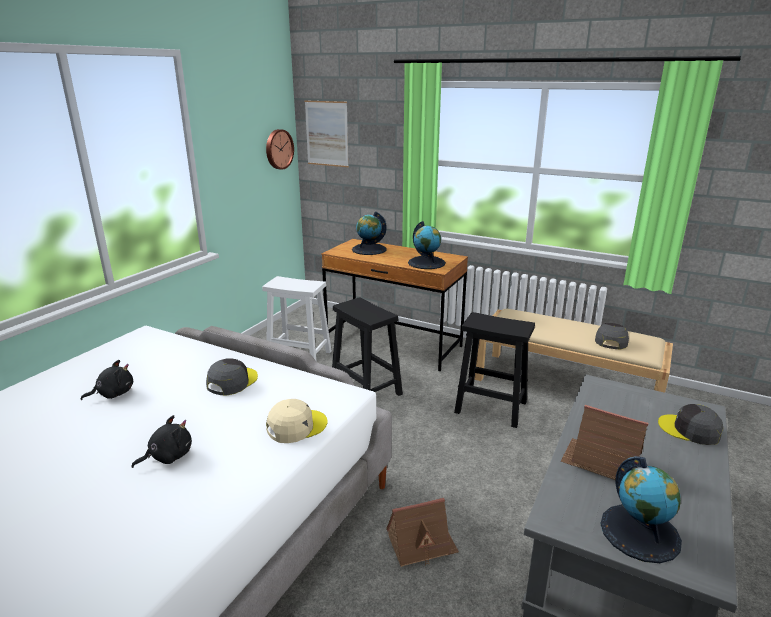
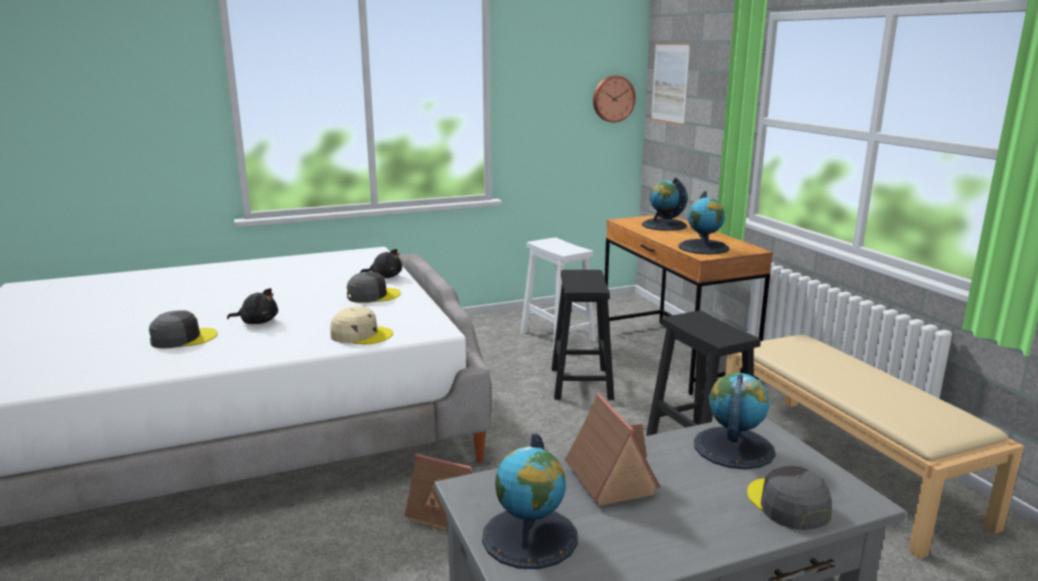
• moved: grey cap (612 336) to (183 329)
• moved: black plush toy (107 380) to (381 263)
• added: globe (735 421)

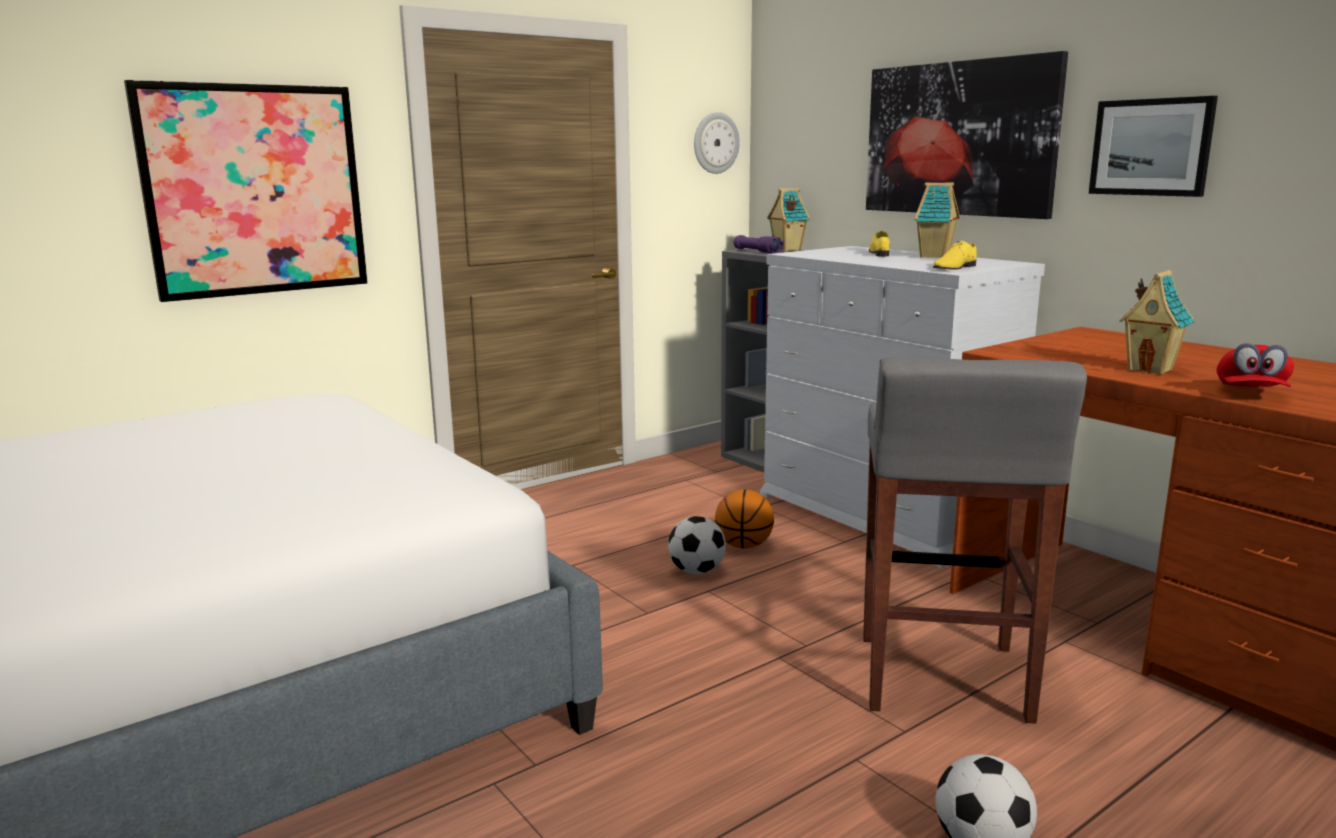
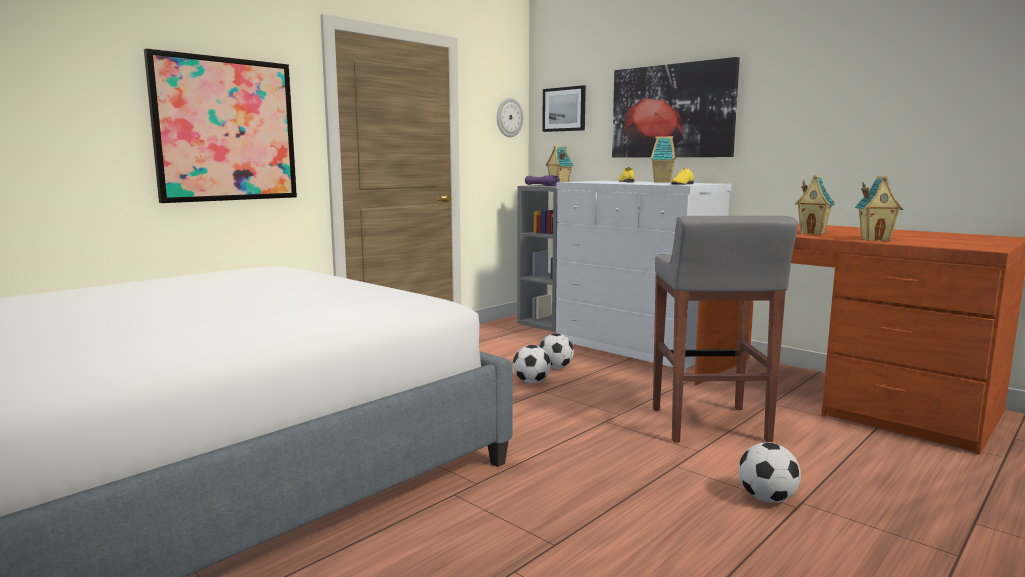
• replaced: basketball (744 519) to football (556 351)
• moved: picture (1153 146) to (564 108)
• replaced: red cap (1255 365) to toy house (879 208)

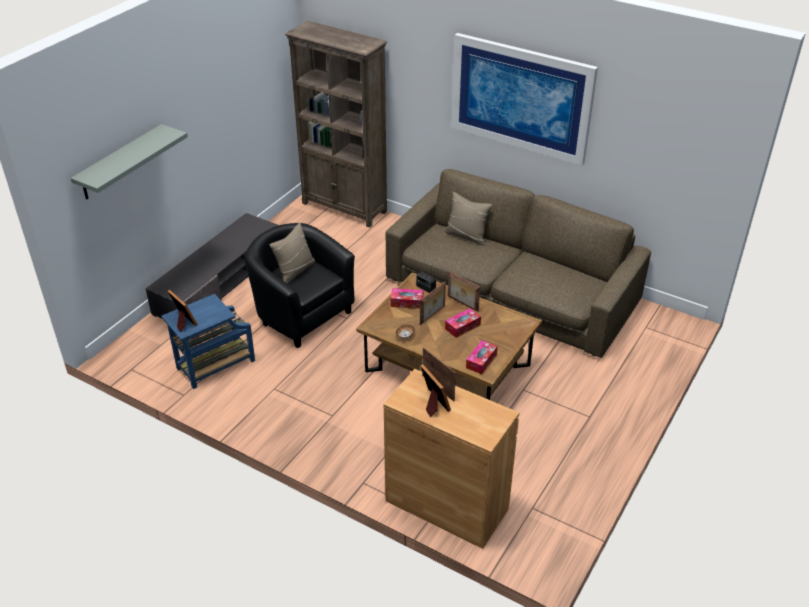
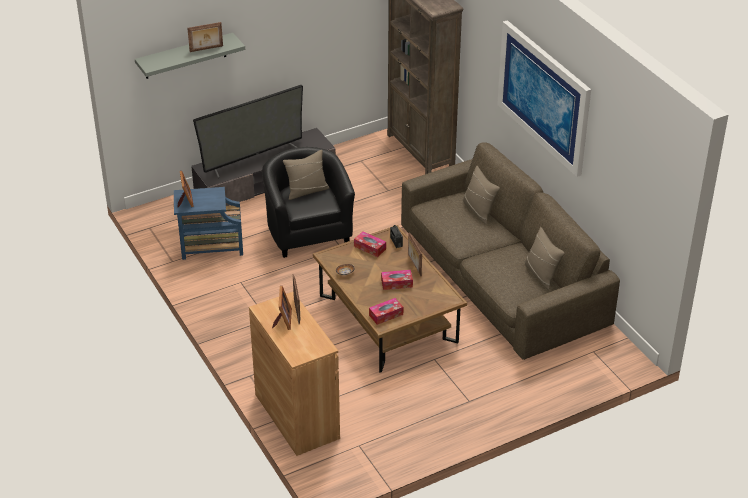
• moved: picture frame (433 303) to (205 37)
• added: television (248 131)
• added: beige pillow (544 258)

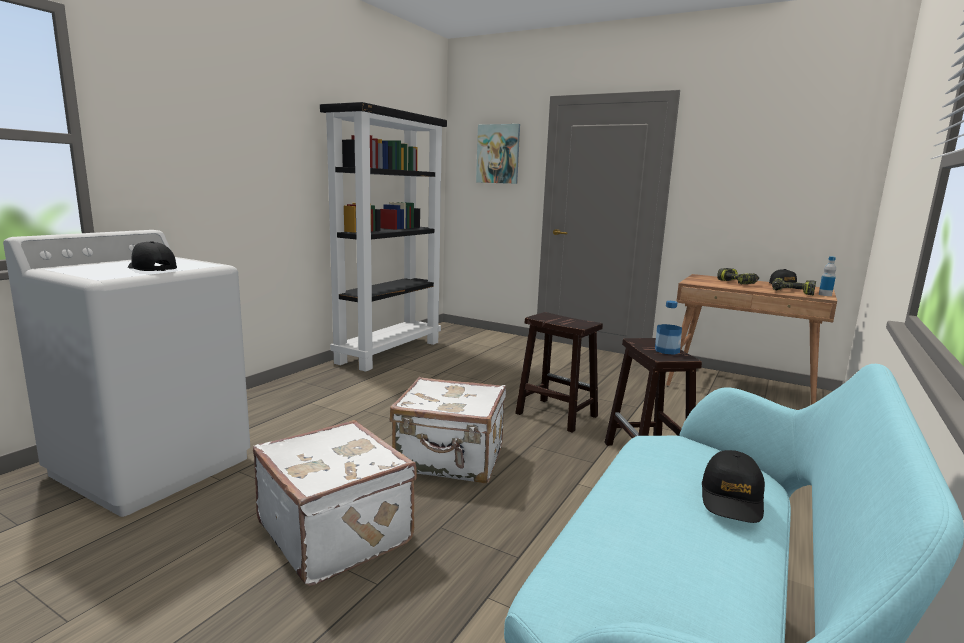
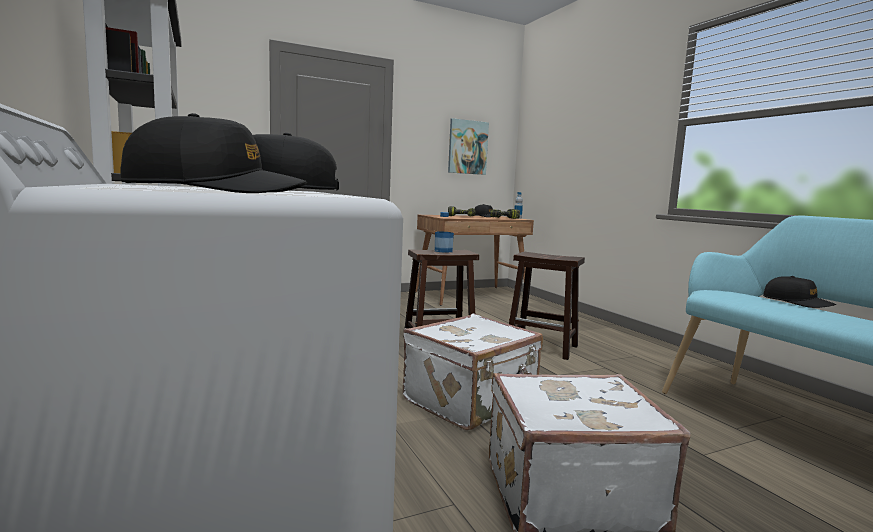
• added: black cap (213 153)
• moved: bottle (668 328) to (444 232)
• moved: picture (498 154) to (468 146)

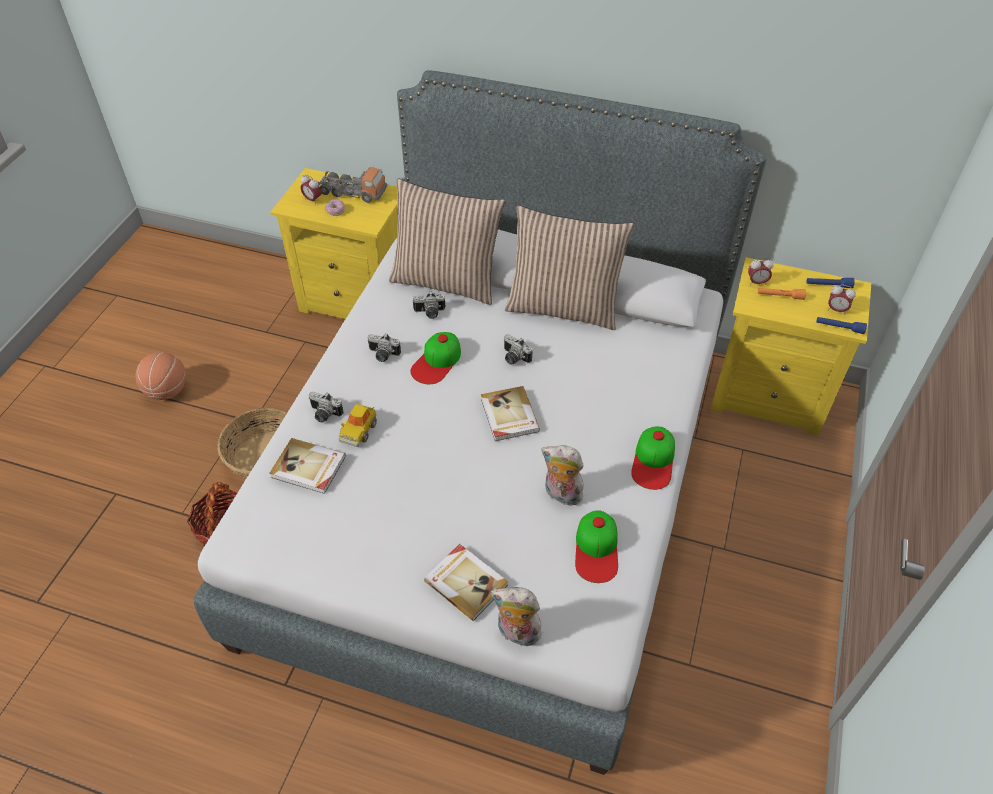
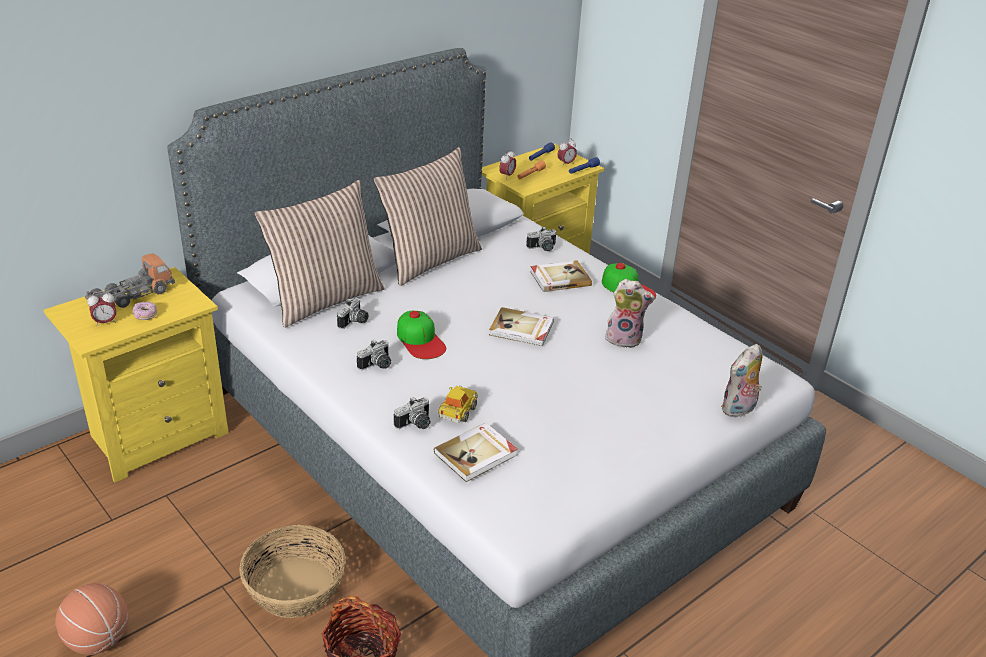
• turned: toy car (358 425) = (458 404) 120 degrees counterclockwise
• moved: photo camera (518 349) to (541 239)
• moved: book (466 582) to (561 276)
• turned: plush toy (563 475) = (630 313) 135 degrees counterclockwise
• removed: cap (596 547)

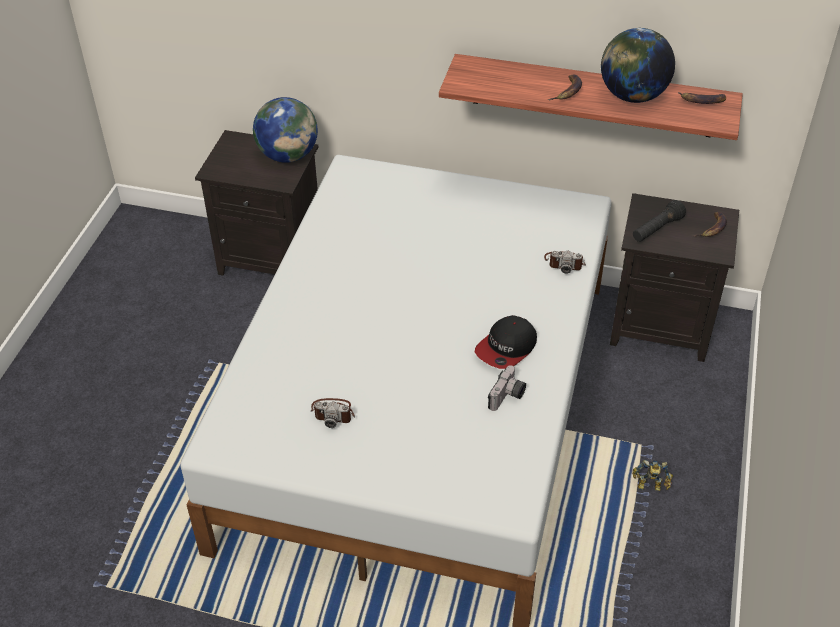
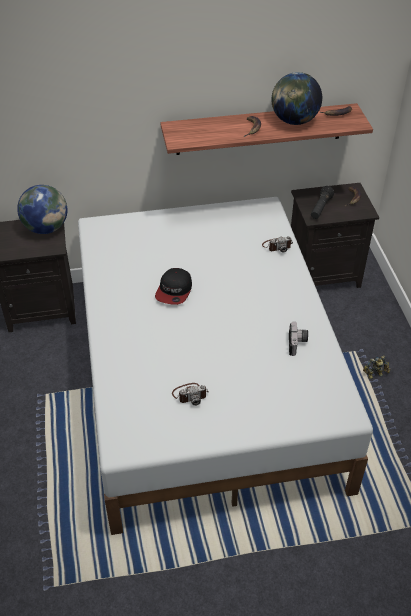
• moved: cap (506 342) to (173 286)

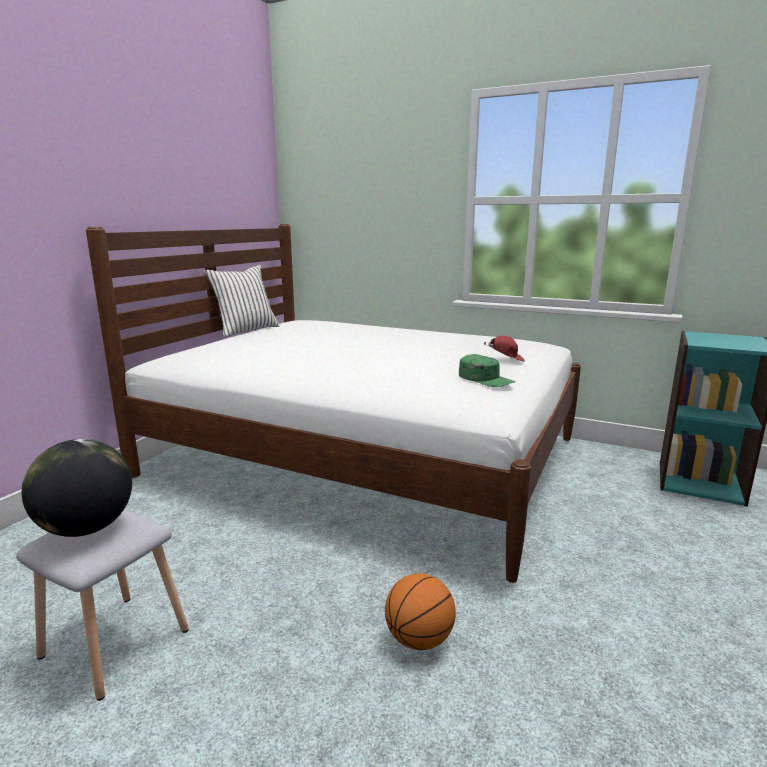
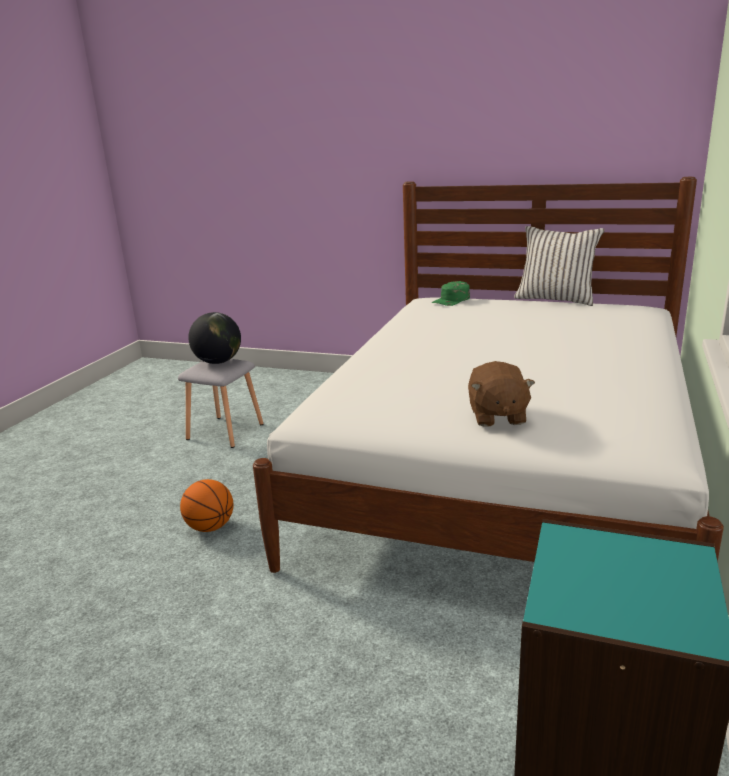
• moved: green cap (487 370) to (451 293)
• replaced: red cap (504 349) to brown plush toy (501 394)

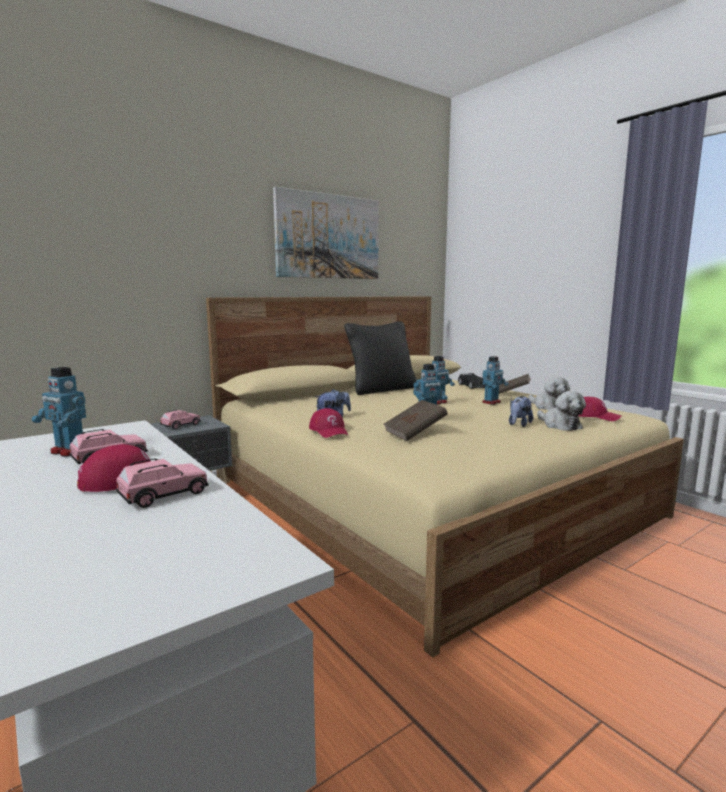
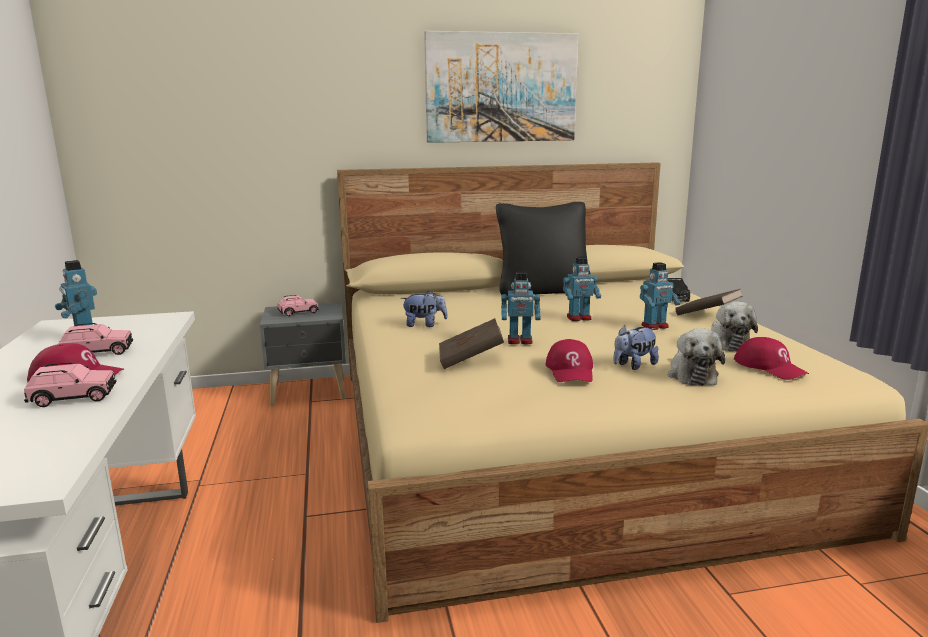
• moved: red cap (328 423) to (569 360)

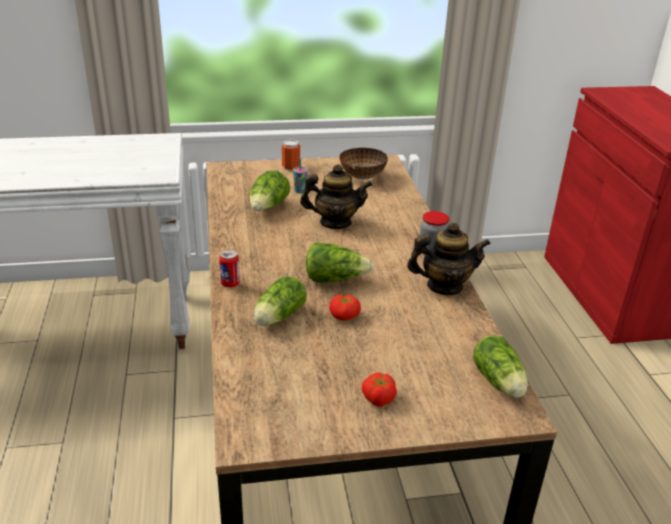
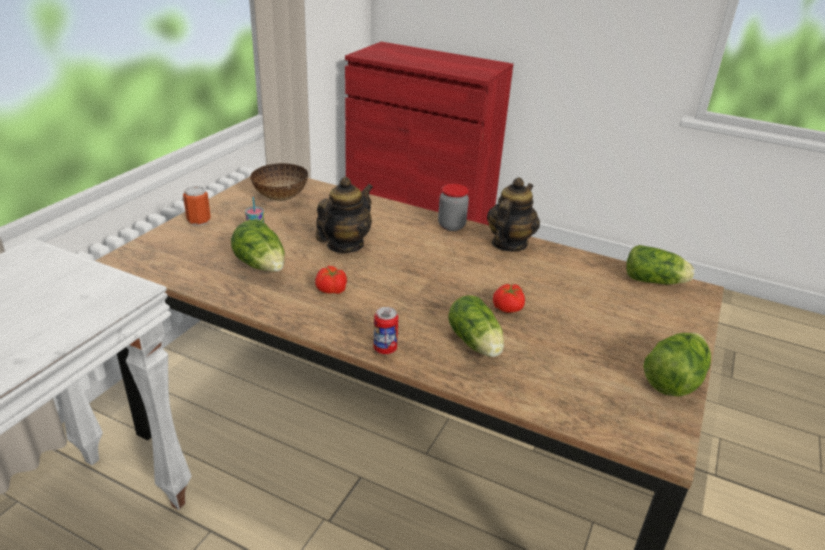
• moved: tomato (379 389) to (331 280)
• moved: lettuce (340 262) to (677 364)

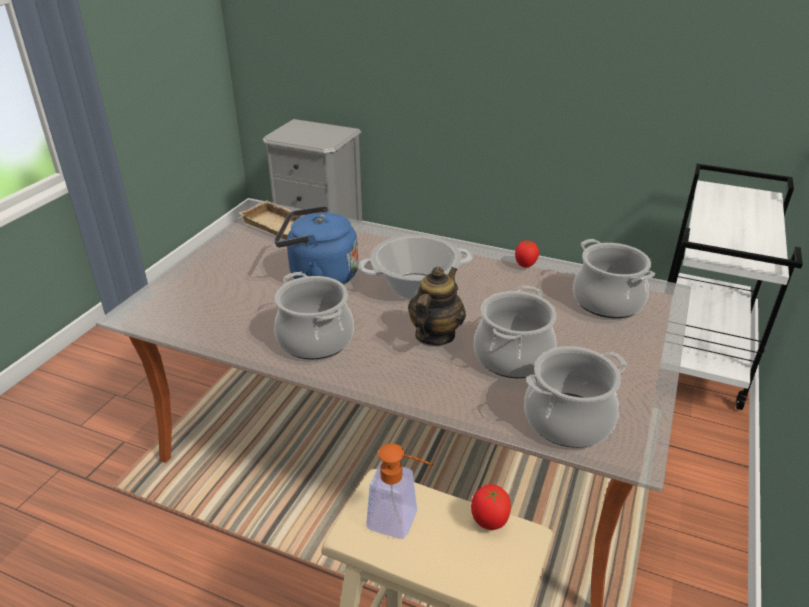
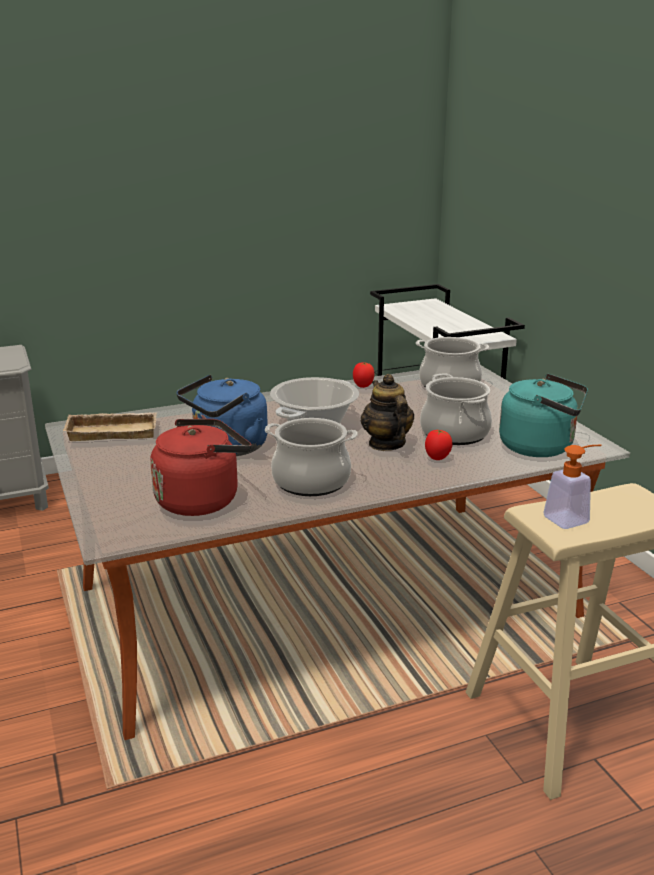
• added: red kettle (200 467)
• moved: tomato (491 507) to (439 445)
• replaced: cooking pot (575 397) to turquoise kettle (543 415)

